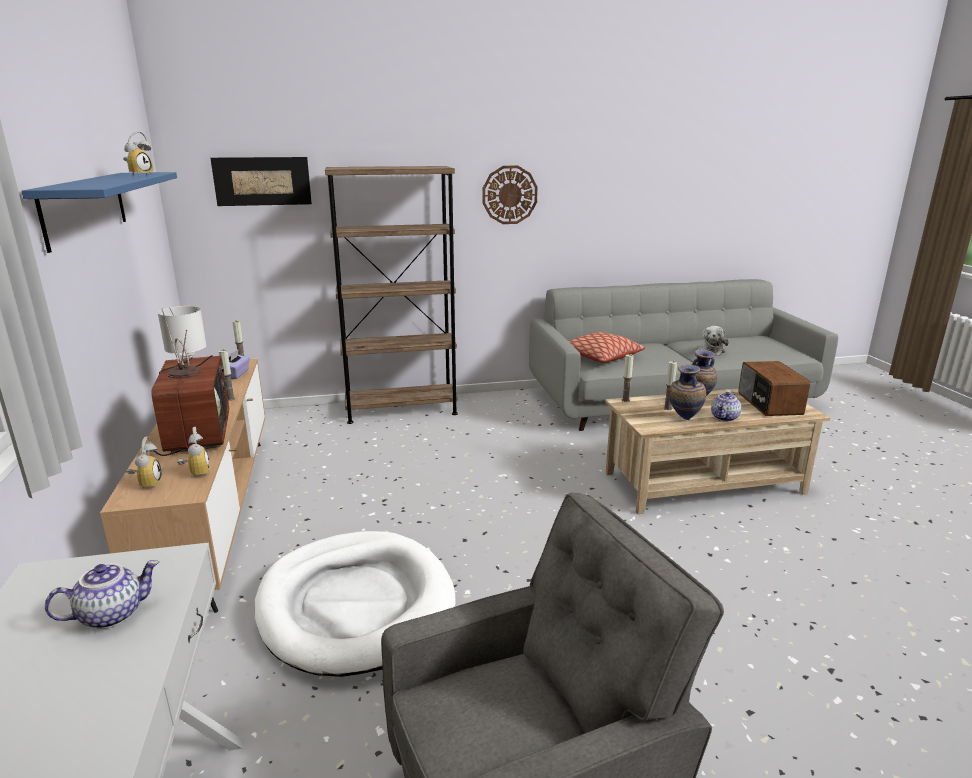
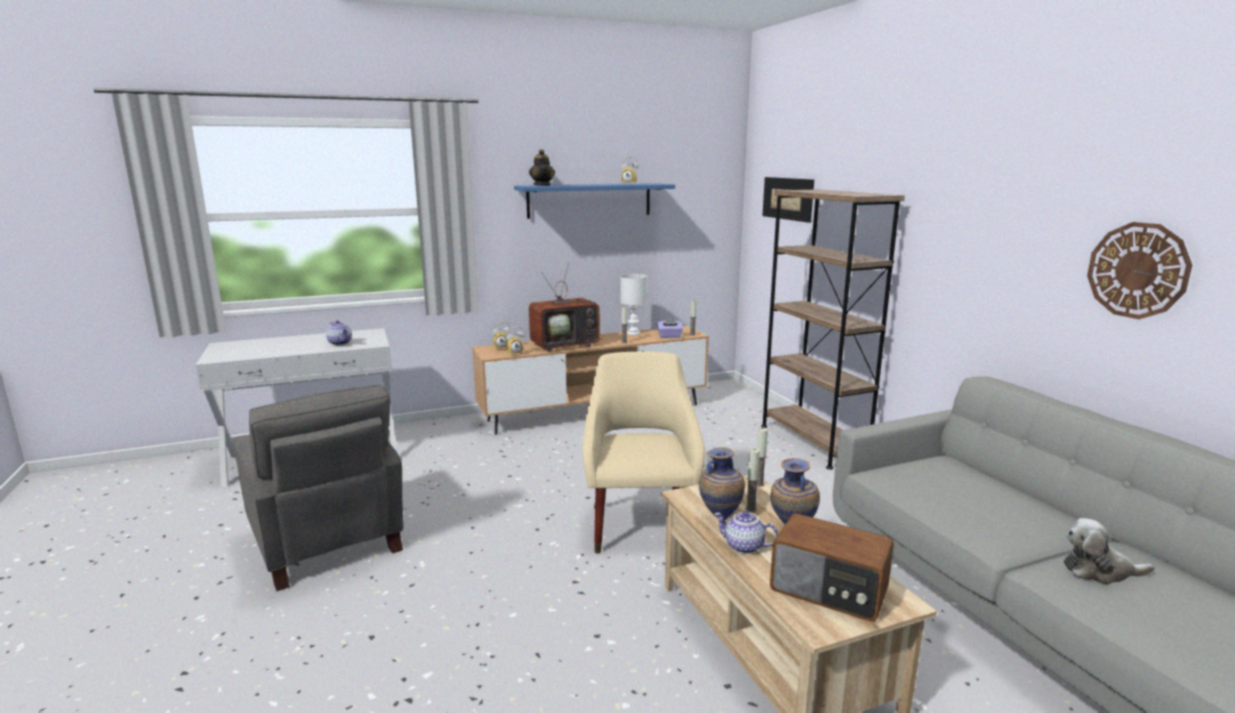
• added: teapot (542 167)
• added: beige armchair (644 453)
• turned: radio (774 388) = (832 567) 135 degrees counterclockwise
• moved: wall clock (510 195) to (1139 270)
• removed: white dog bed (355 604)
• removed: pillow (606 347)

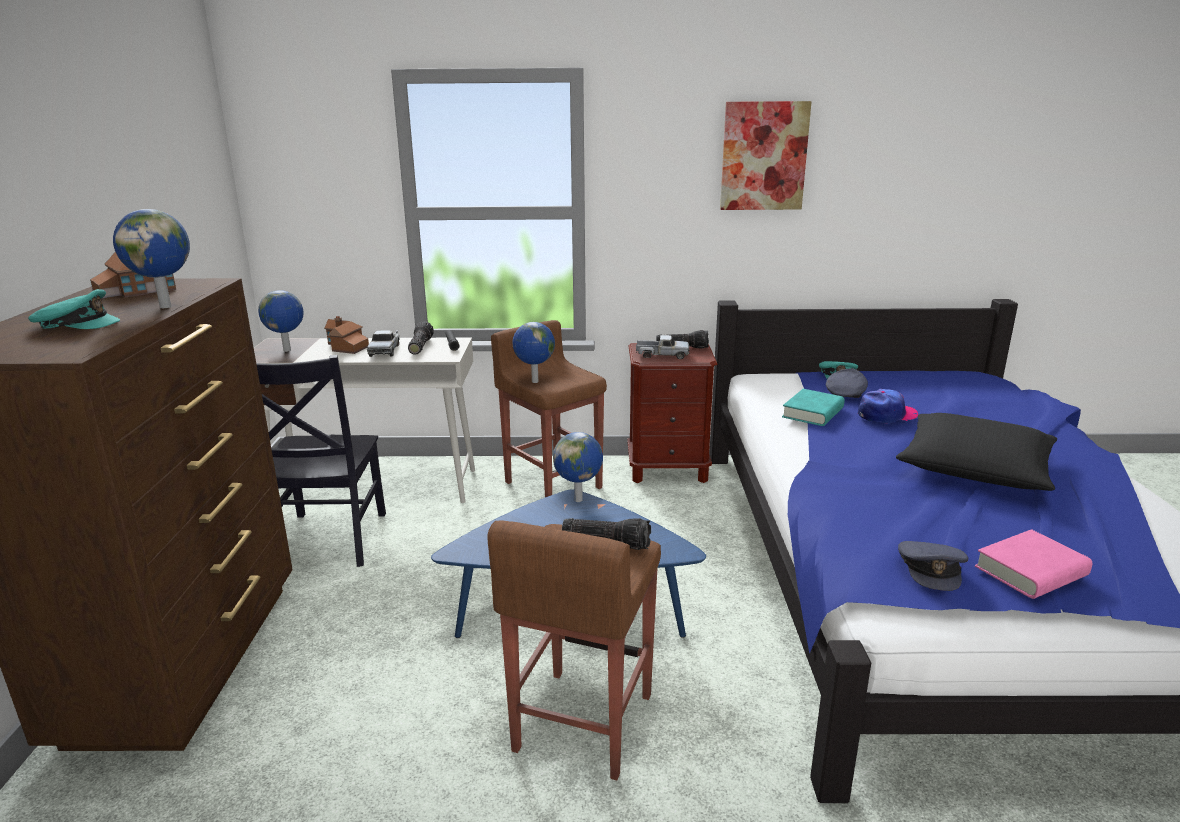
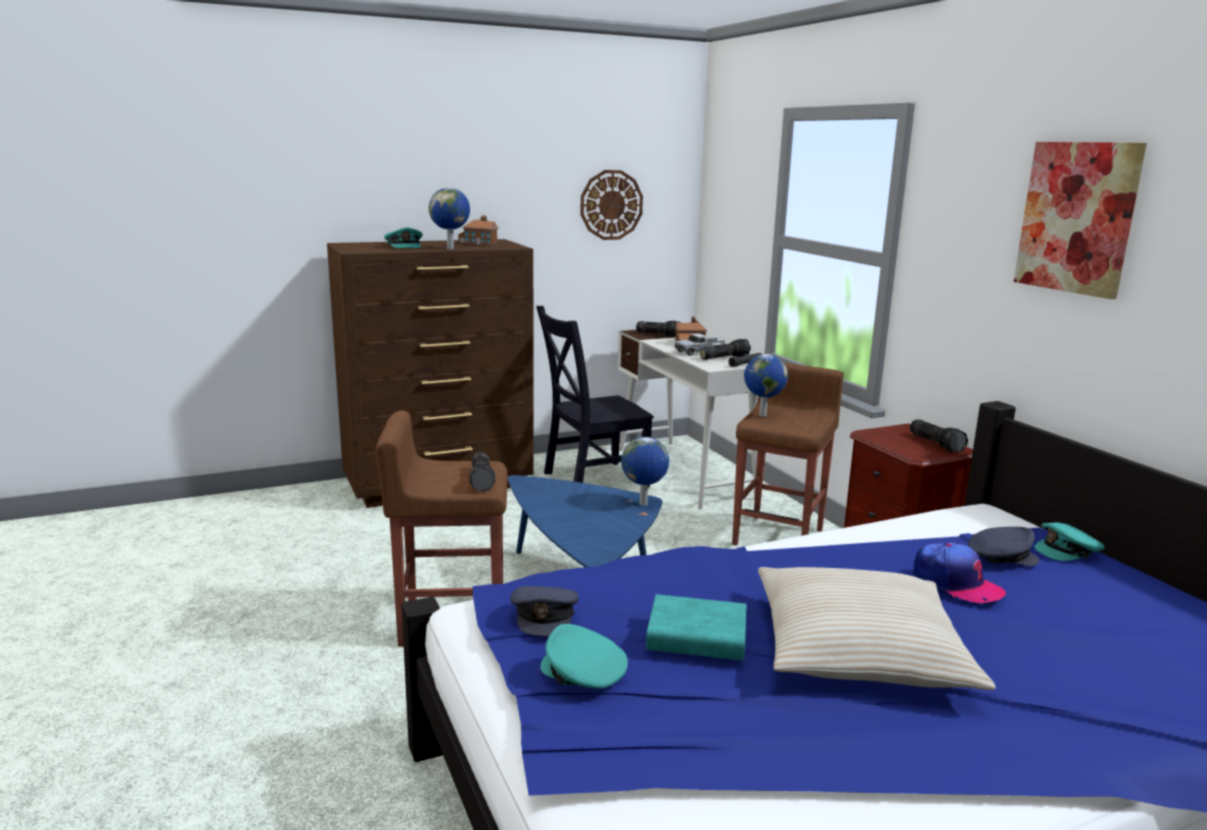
• turned: grey cap (933 566) = (544 611) 75 degrees counterclockwise
• replaced: pink book (1033 564) to turquoise cap (584 656)
• added: wall clock (611 205)
• replaced: globe (281 321) to flashlight (658 329)
• moved: turquoise book (813 407) to (696 627)
• recoloured: black pillow (976 452) to beige pillow (877 628)
• removed: toy truck (663 347)

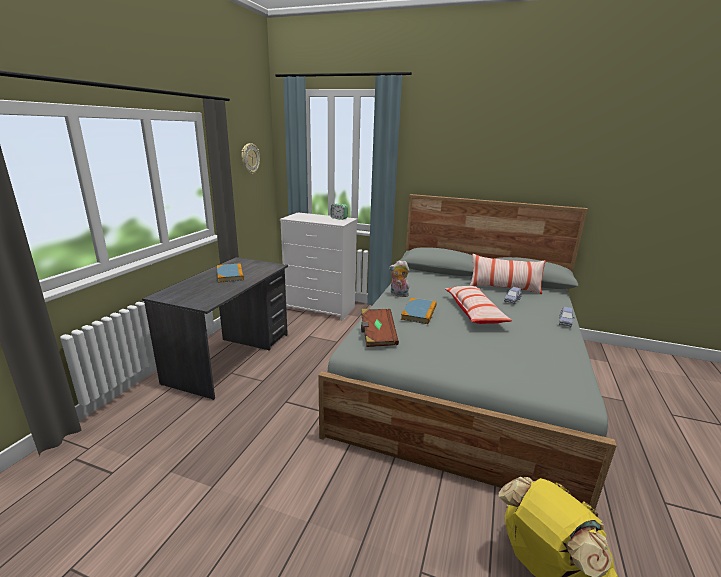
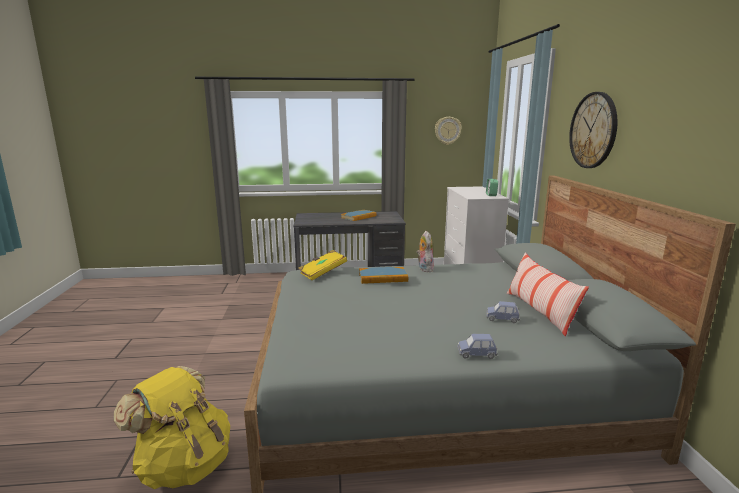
• recoloured: brown book (380 328) to yellow book (322 265)
• added: wall clock (593 130)
• removed: pillow (478 305)

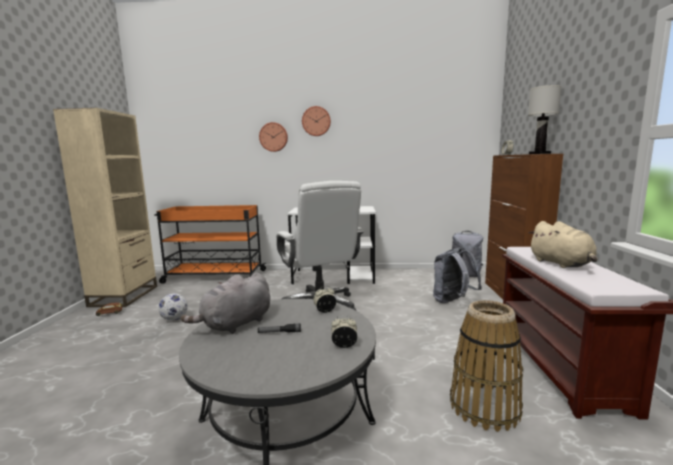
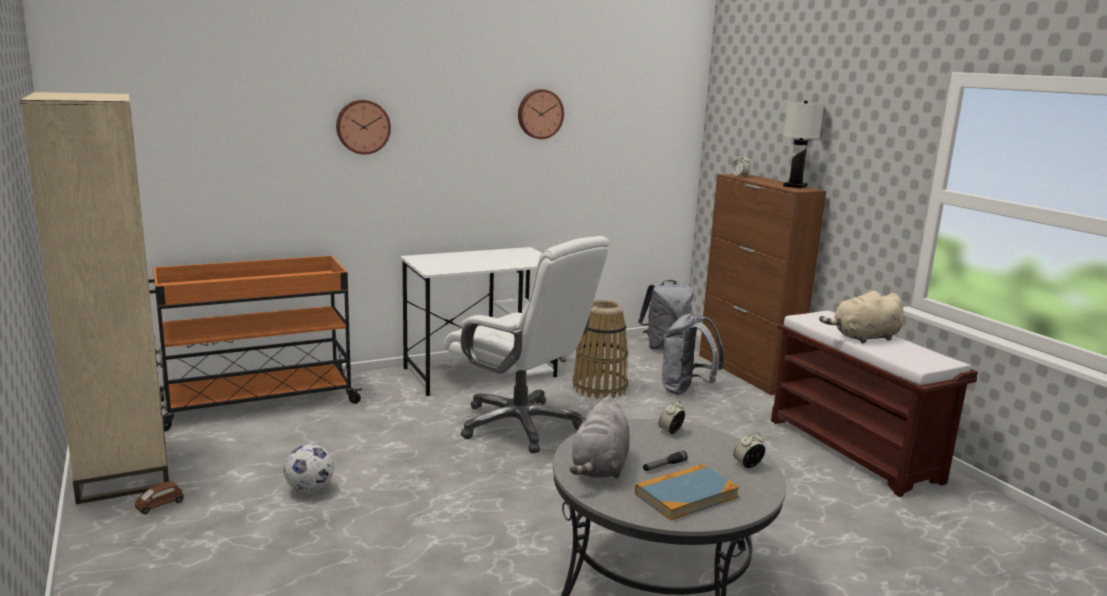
• moved: wall clock (316 121) to (541 114)
• moved: basket (486 366) to (600 349)
• added: book (687 492)
• turned: beige plush toy (563 244) = (861 317) 120 degrees clockwise

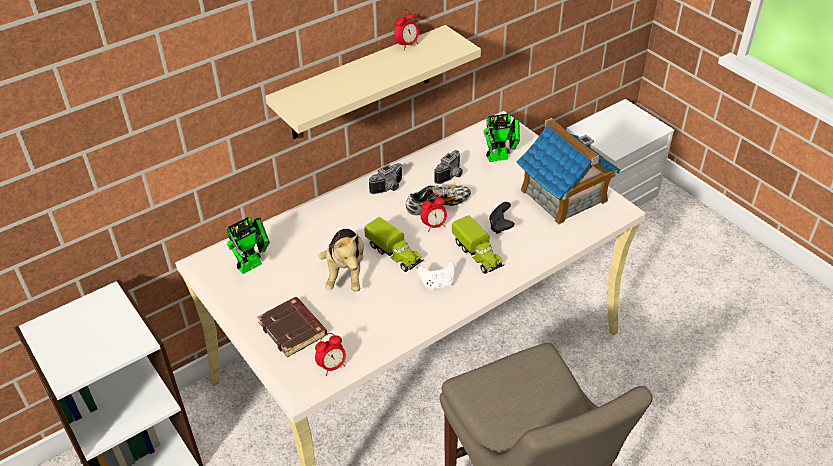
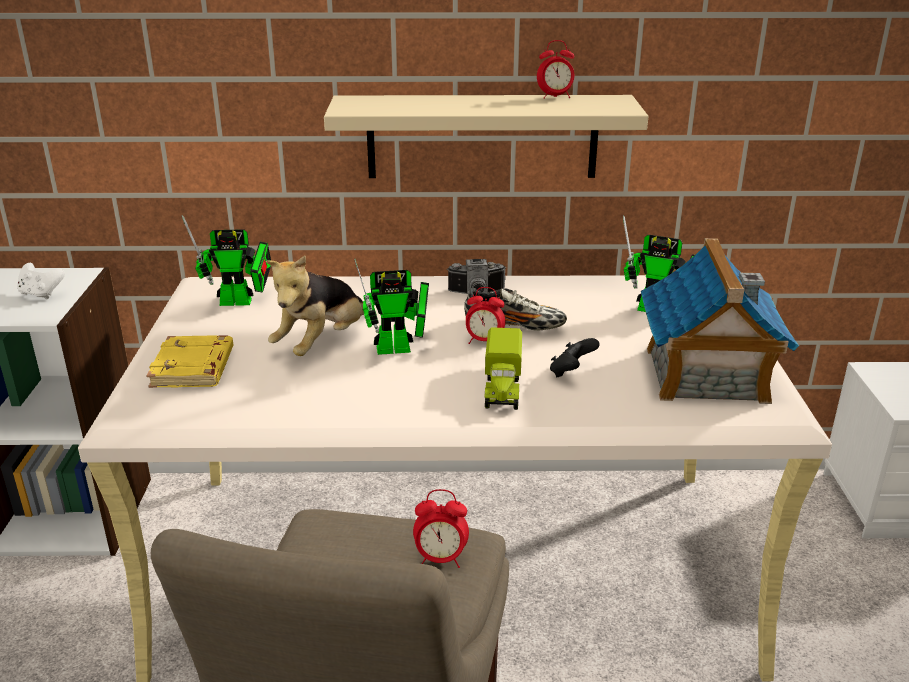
• moved: white game controller (436 275) to (41 281)
• recoloured: brown book (292 327) to yellow book (189 361)
• replaced: toy truck (393 244) to toy robot (391 307)
• moved: alarm clock (330 354) to (441 528)
• removed: photo camera (448 167)

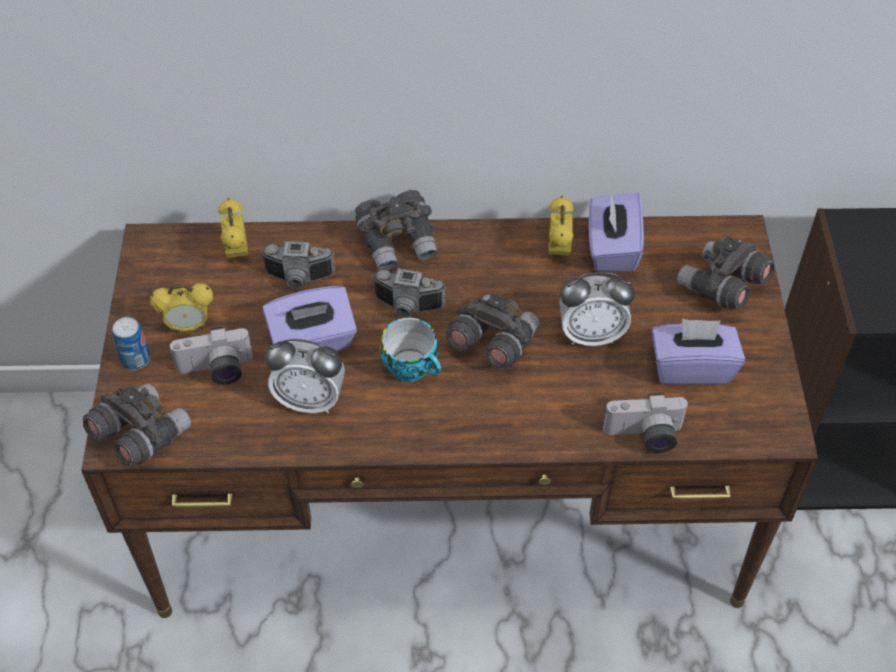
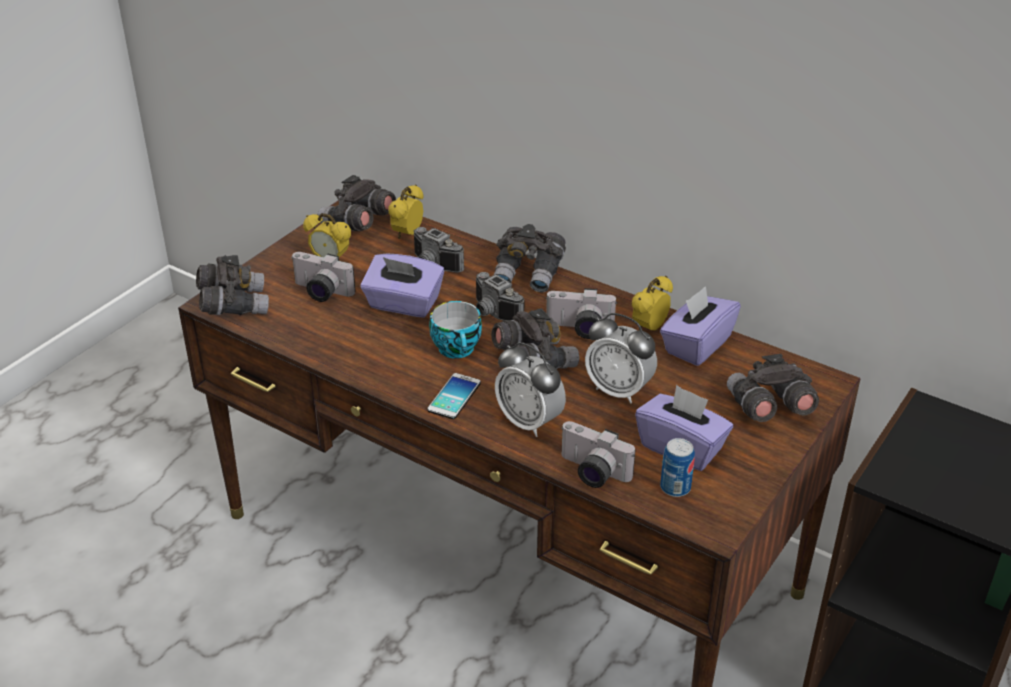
• added: grey binoculars (357 203)
• added: phone (454 396)
• moved: alarm clock (305 376) to (530 389)
• added: photo camera (581 313)
• moved: can (131 343) to (677 467)

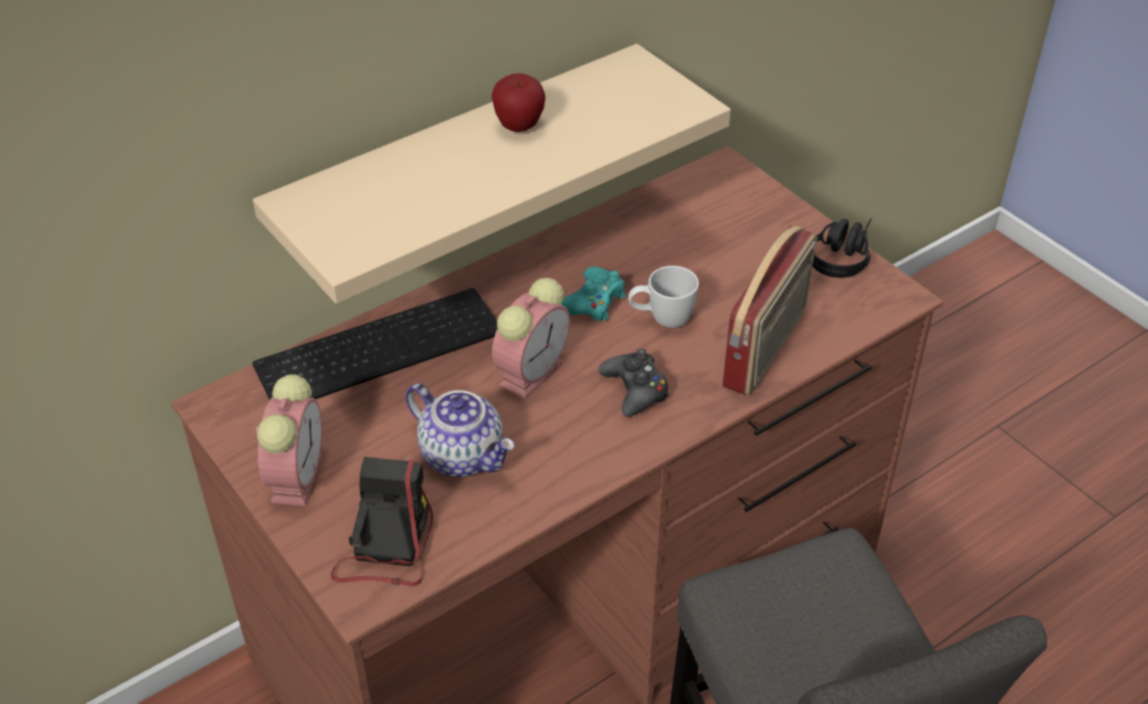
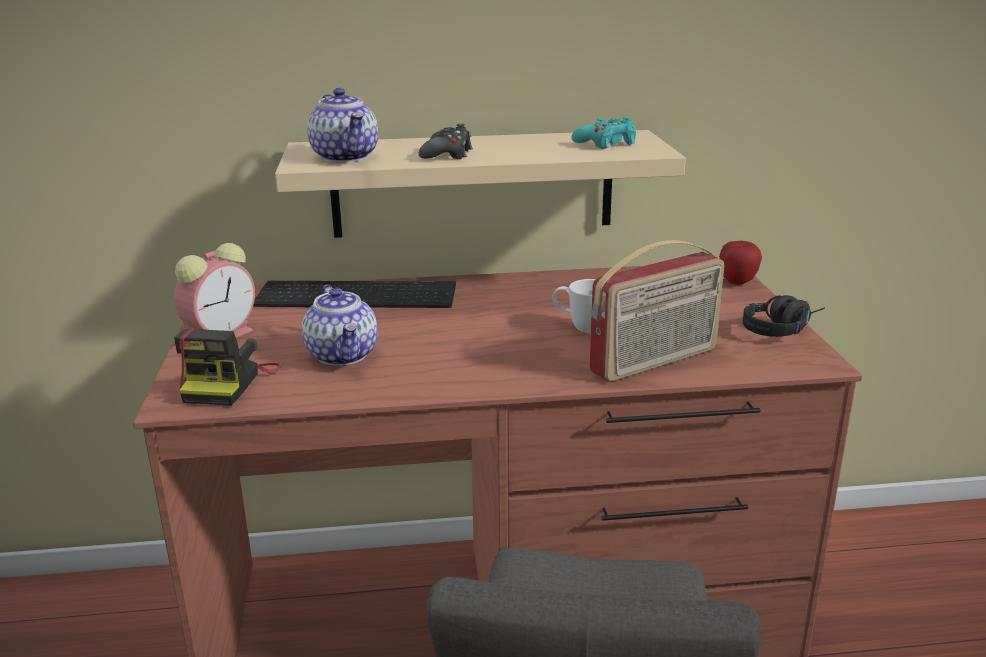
• turned: photo camera (382 521) = (227 367) 150 degrees clockwise
• added: teapot (342 125)
• moved: black game controller (634 383) to (446 141)
• moved: turquoise game controller (592 293) to (603 133)
• moved: apple (519 102) to (740 262)
• removed: alarm clock (531 338)

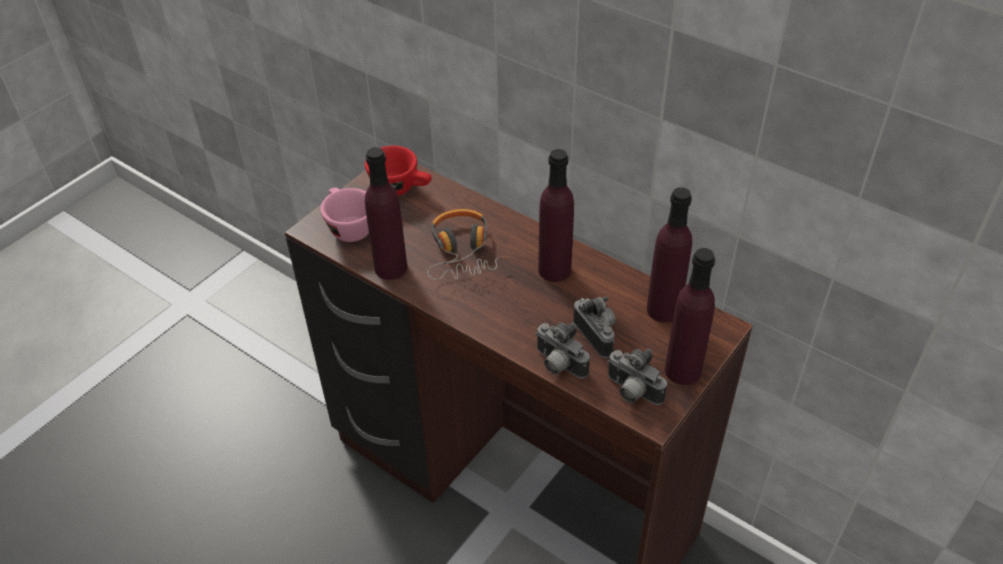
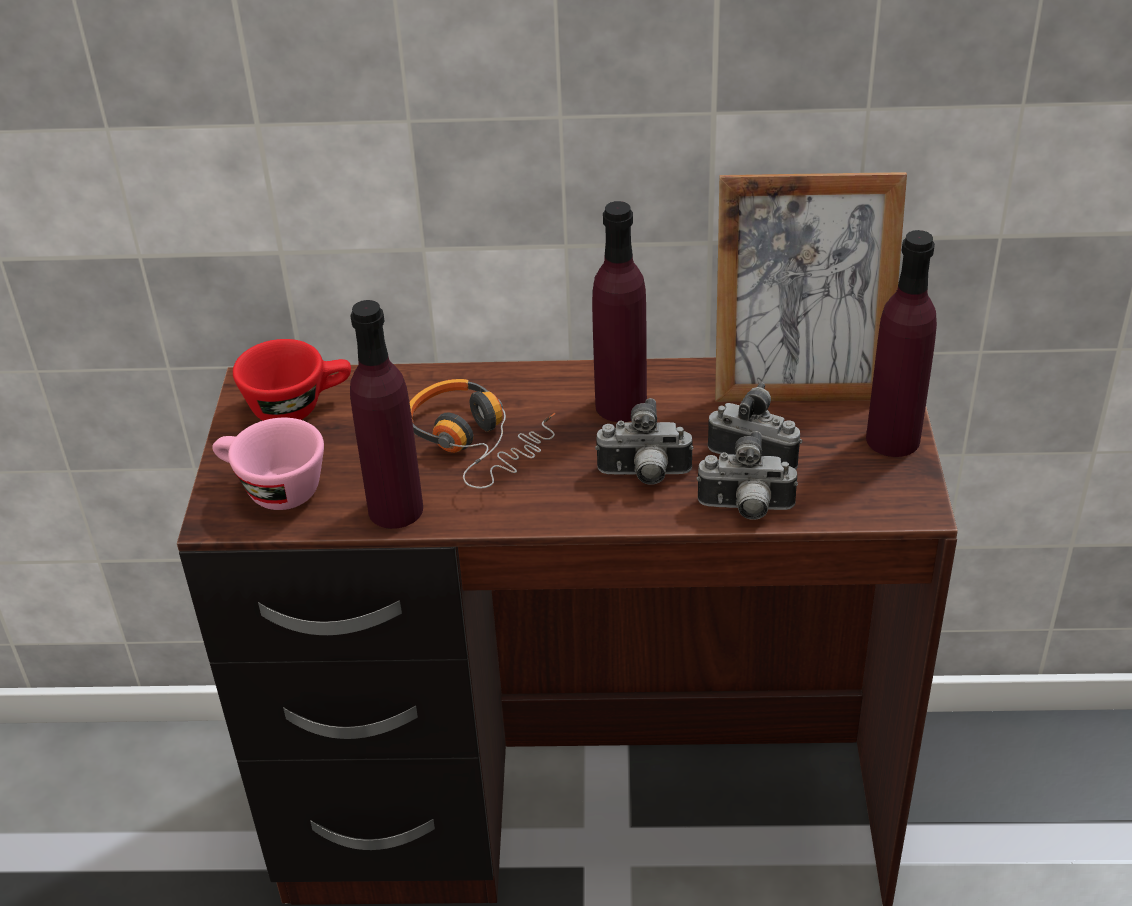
• moved: photo camera (637 377) to (644 441)
• replaced: purple bottle (669 255) to picture frame (811 287)

